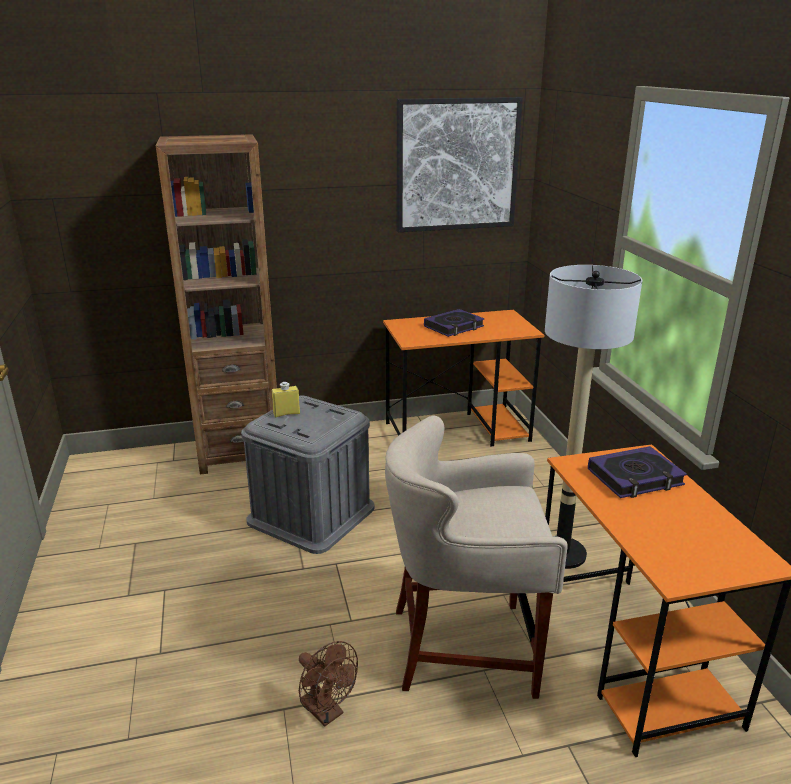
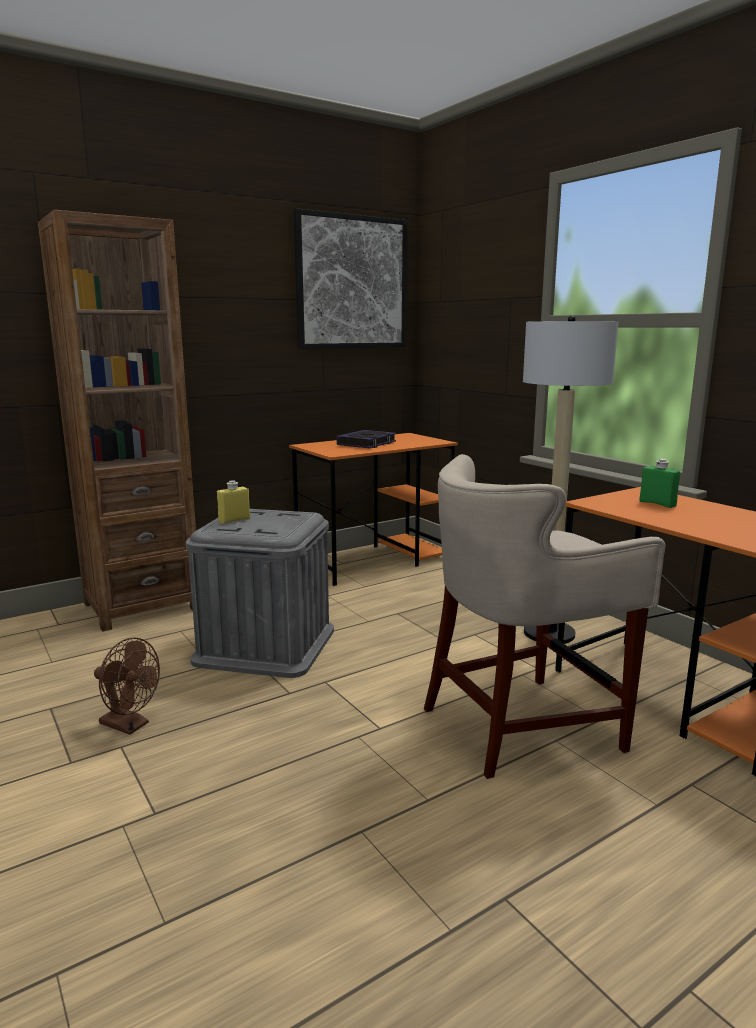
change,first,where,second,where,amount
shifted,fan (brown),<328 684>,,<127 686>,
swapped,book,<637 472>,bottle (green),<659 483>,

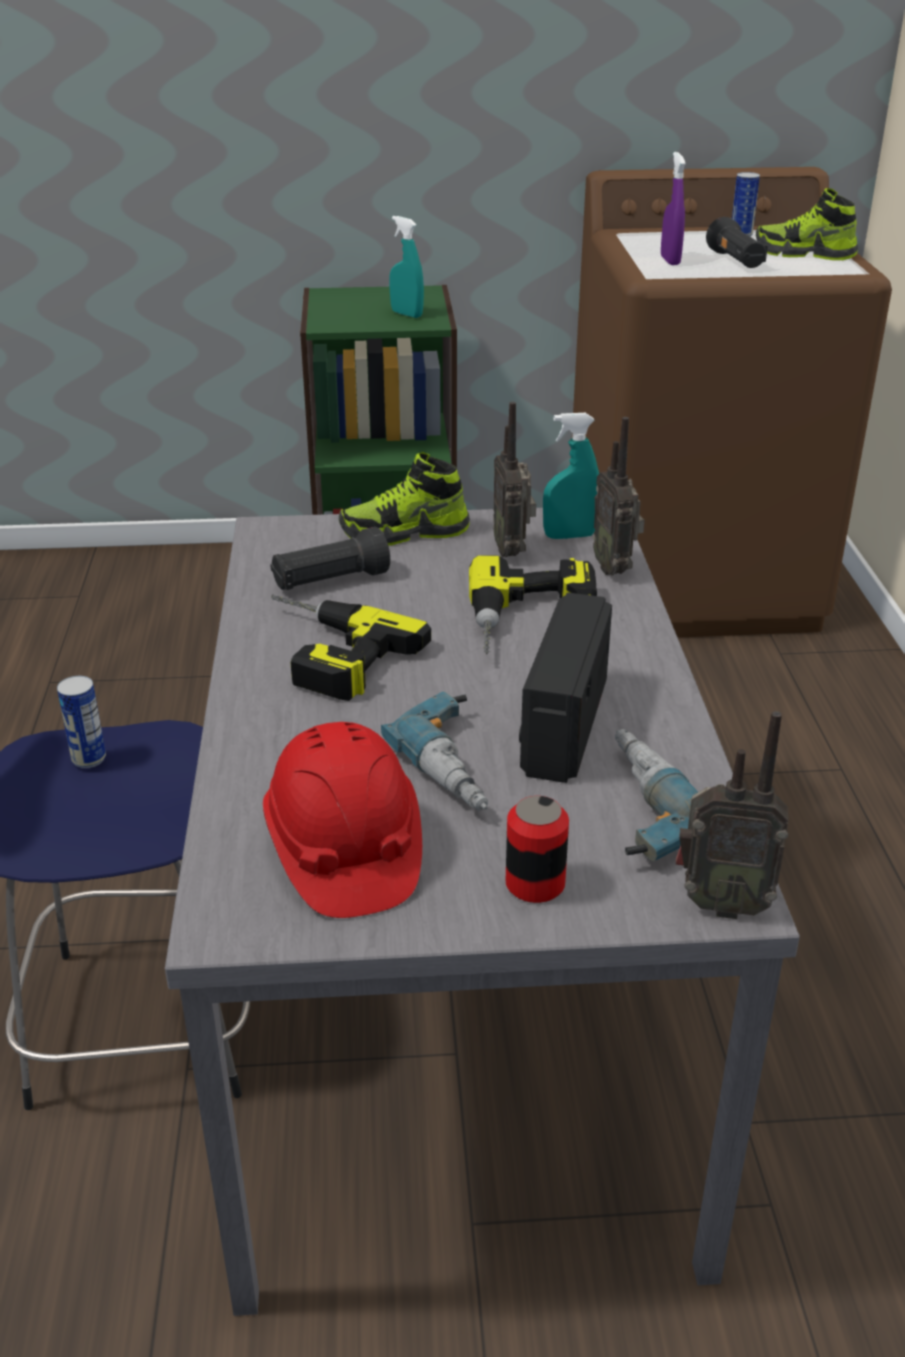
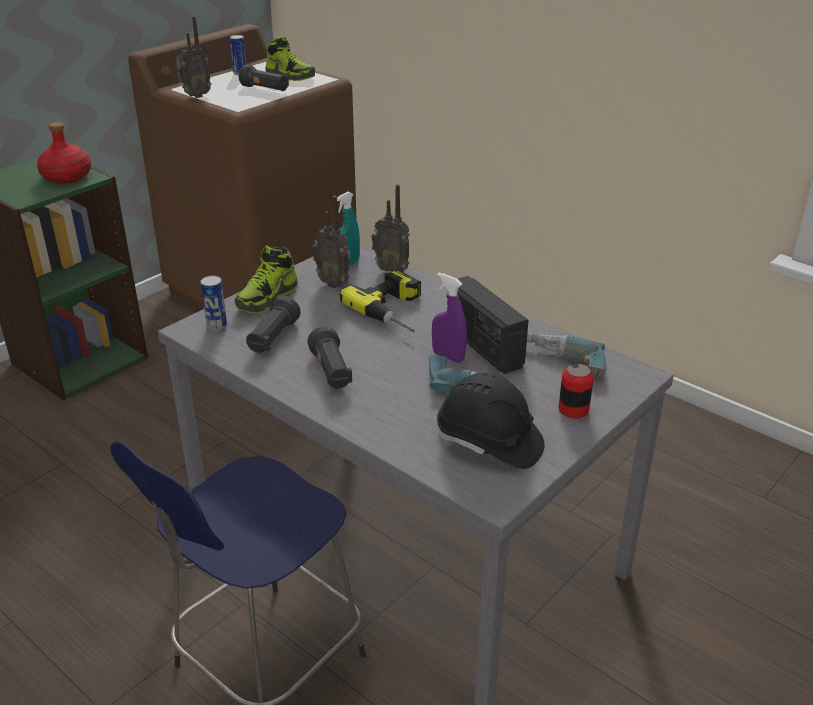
change,first,where,second,where,amount
shifted,can,<81 722>,,<213 304>,
repainted,hard hat (red),<342 820>,hard hat (black),<491 421>,
swapped,power drill,<351 648>,flashlight (black),<330 357>,
swapped,spray bottle (turquoise),<406 267>,bottle (red),<64 153>,
shifted,spray bottle (purple),<673 208>,,<449 318>,
shifted,radio,<732 815>,,<193 57>,
rotated,shoe,<807 224>,,<290 58>,120 degrees counterclockwise

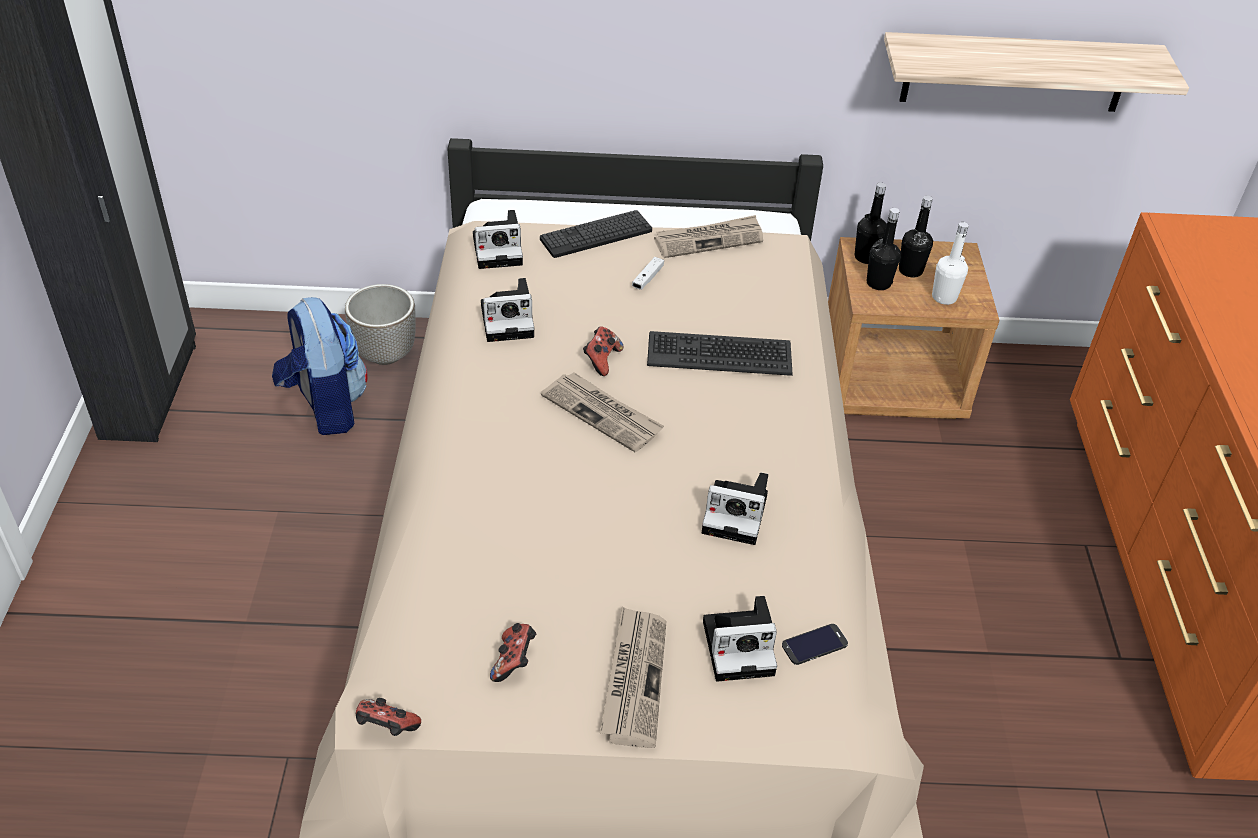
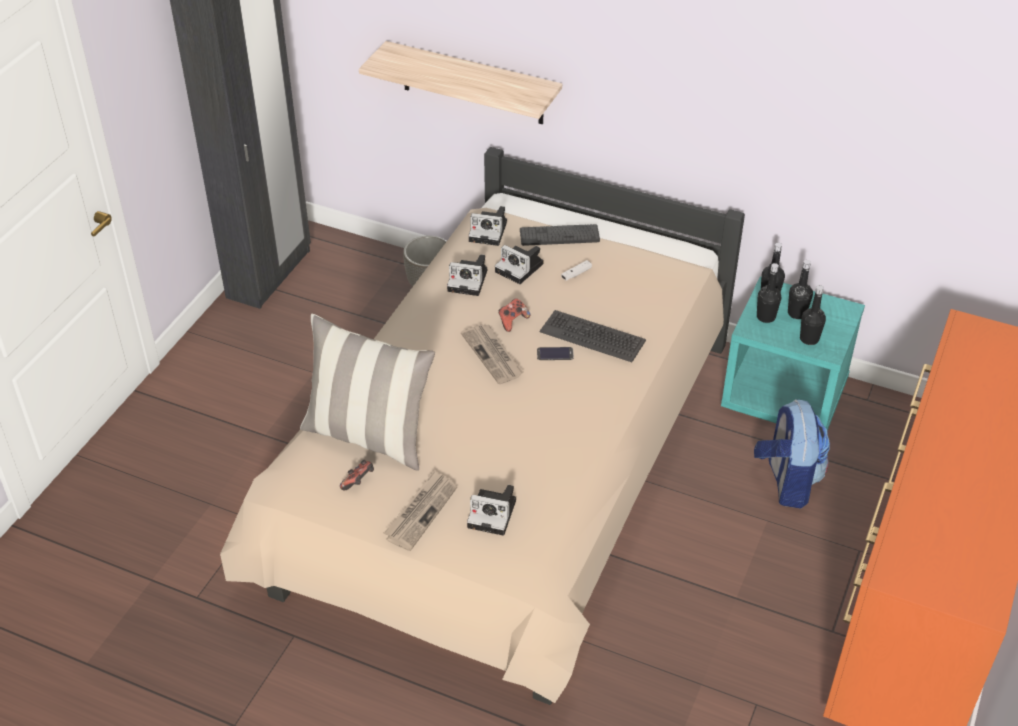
change,first,where,second,where,amount
shifted,backpack,<320 366>,,<792 453>,
gone,game controller,<388 717>,,,
gone,newspaper,<708 236>,,,
shifted,photo camera,<735 508>,,<519 264>,
shifted,phone,<815 644>,,<555 353>,
repainted,nightstand (brown),<913 328>,nightstand (turquoise),<793 353>,
shifted,shelf,<1036 72>,,<460 82>,
repainted,bottle (white),<950 263>,bottle (black),<813 315>,
new,,,pillow,<367 392>,

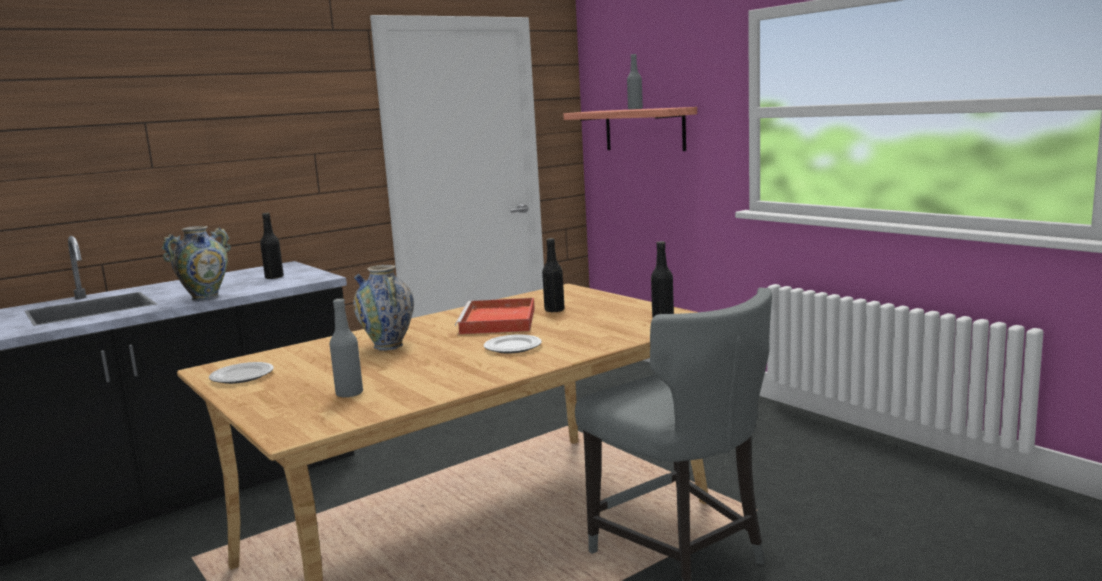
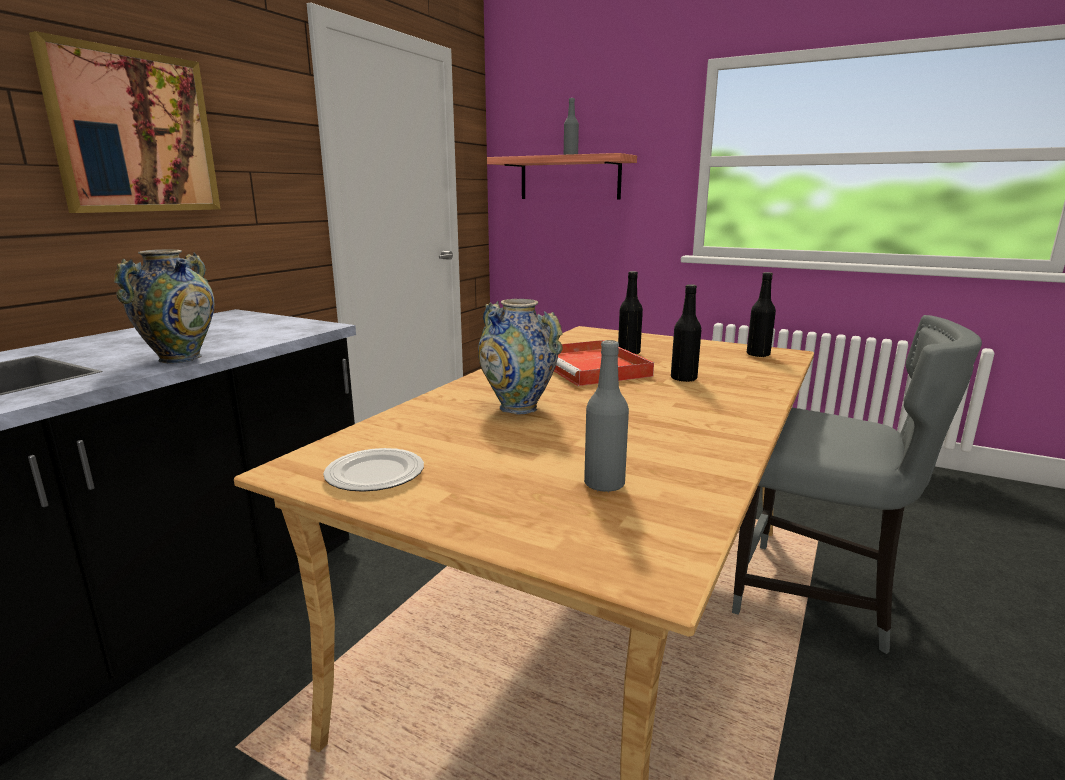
change,first,where,second,where,amount
shifted,bottle (black),<272 246>,,<686 333>,
gone,plate,<513 343>,,,
new,,,picture,<125 122>,

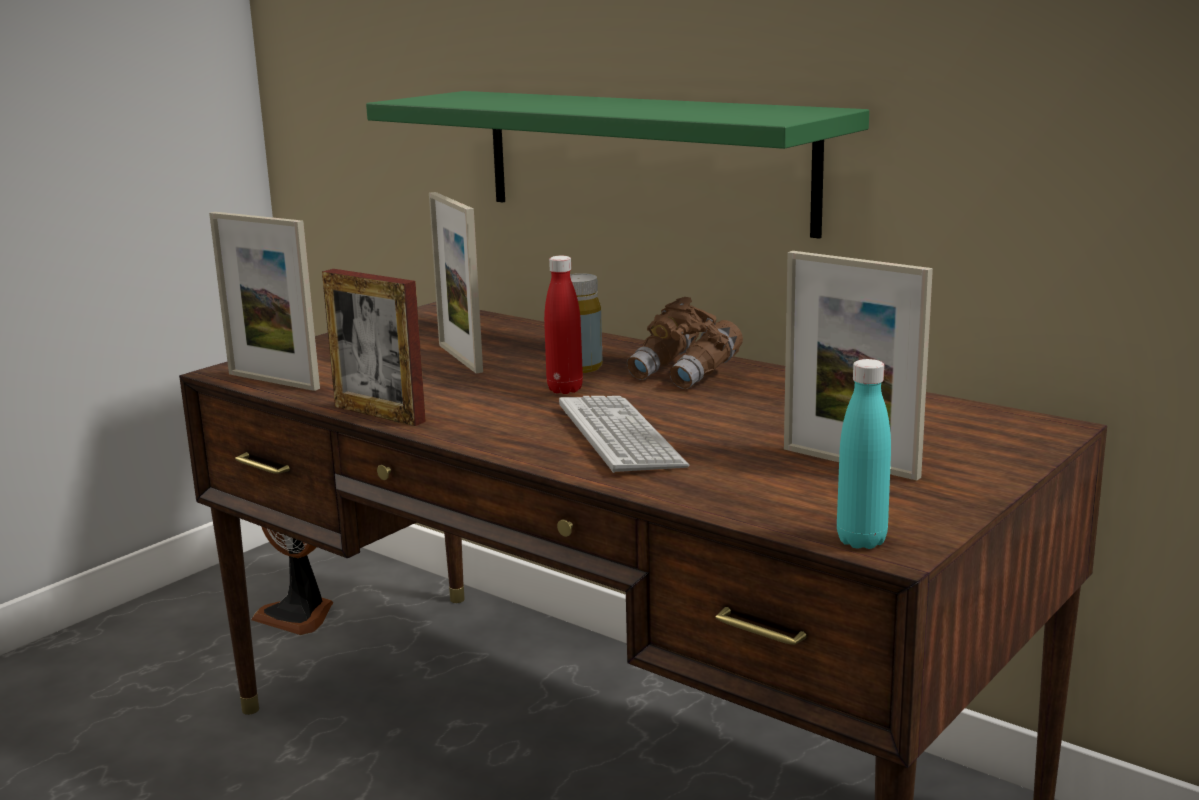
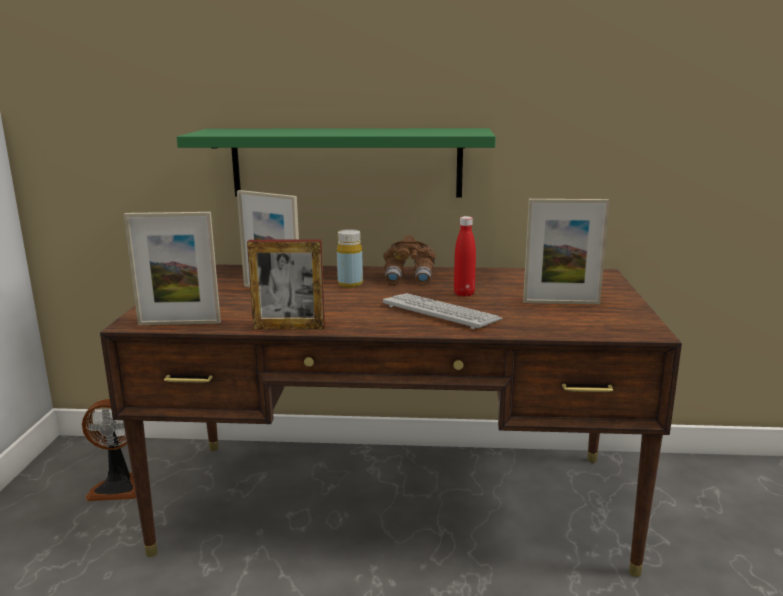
change,first,where,second,where,amount
shifted,bottle (red),<563 325>,,<465 256>,
gone,bottle (turquoise),<864 454>,,,

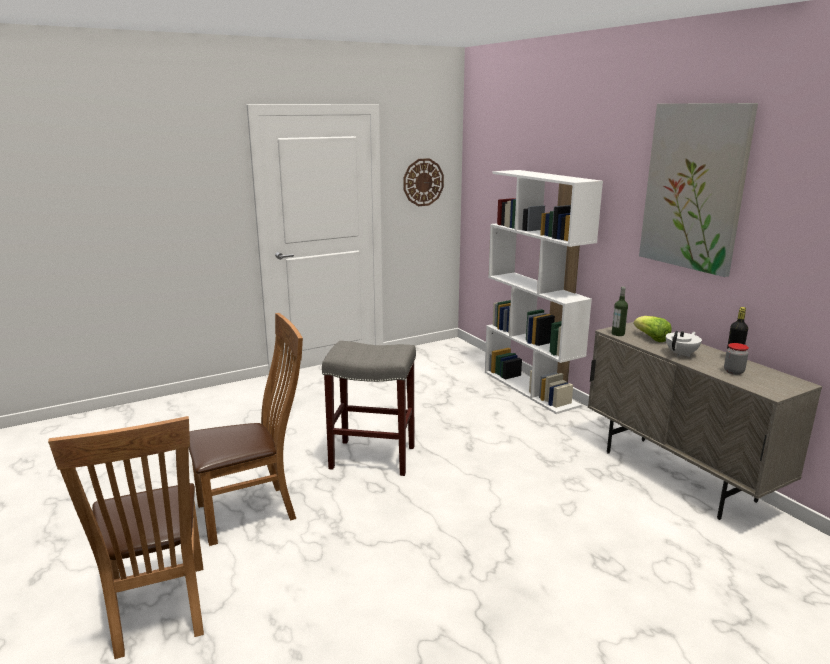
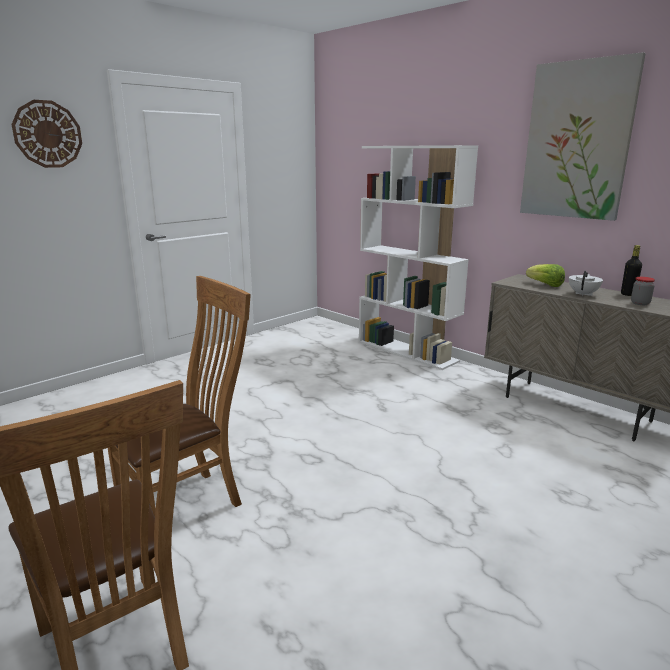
change,first,where,second,where,amount
gone,stool (grey),<369 408>,,,
shifted,wall clock,<423 182>,,<46 134>,
gone,bottle,<620 311>,,,

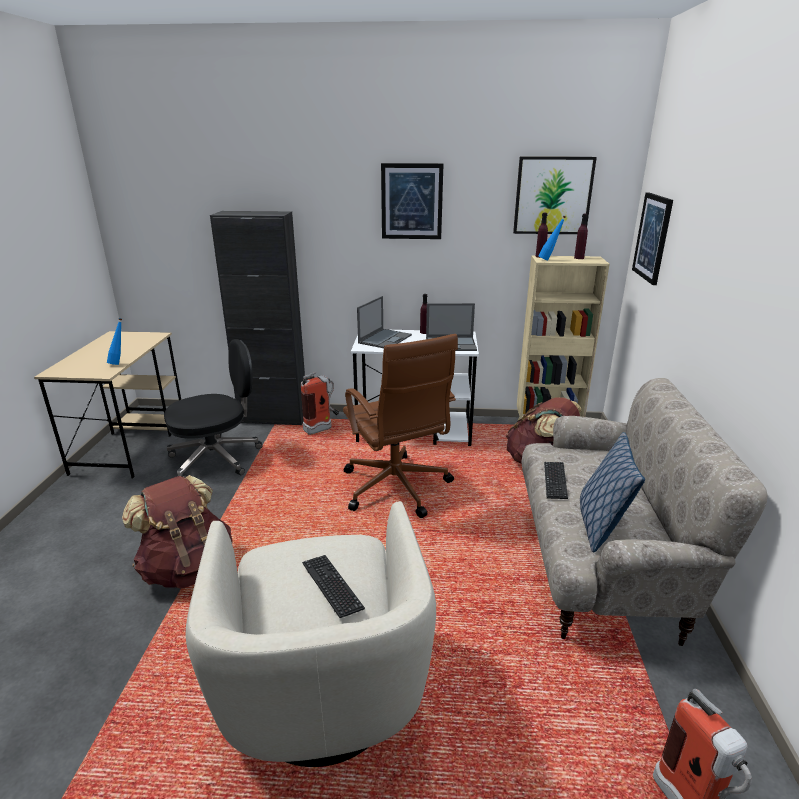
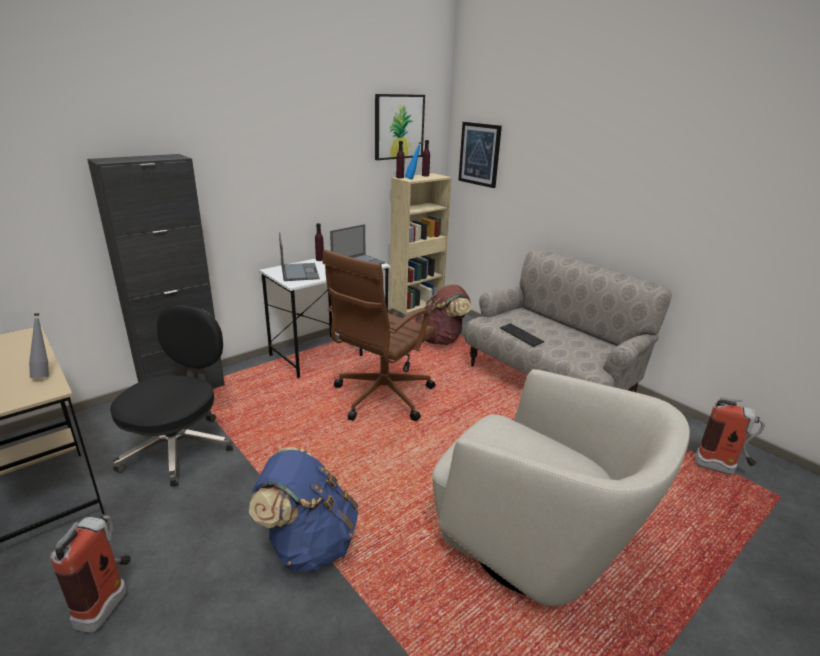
change,first,where,second,where,amount
repainted,bottle (blue),<114 341>,bottle (grey),<39 345>,
repainted,backpack (brown),<177 532>,backpack (blue),<303 509>,
shifted,fire extinguisher,<320 403>,,<90 574>,
gone,keyboard,<333 586>,,,
rotated,office chair (brown),<400 426>,,<379 335>,105 degrees clockwise
gone,picture,<412 201>,,,
gone,pillow,<612 492>,,,

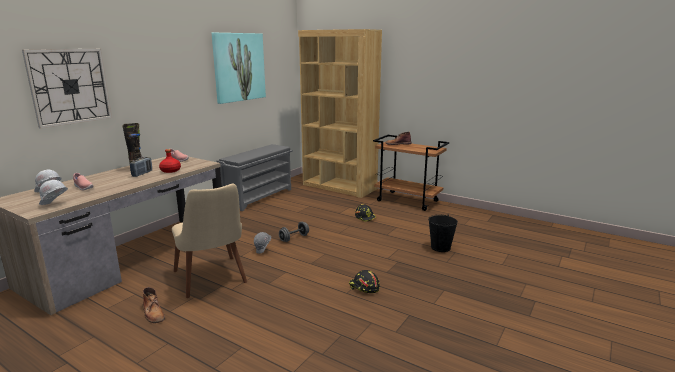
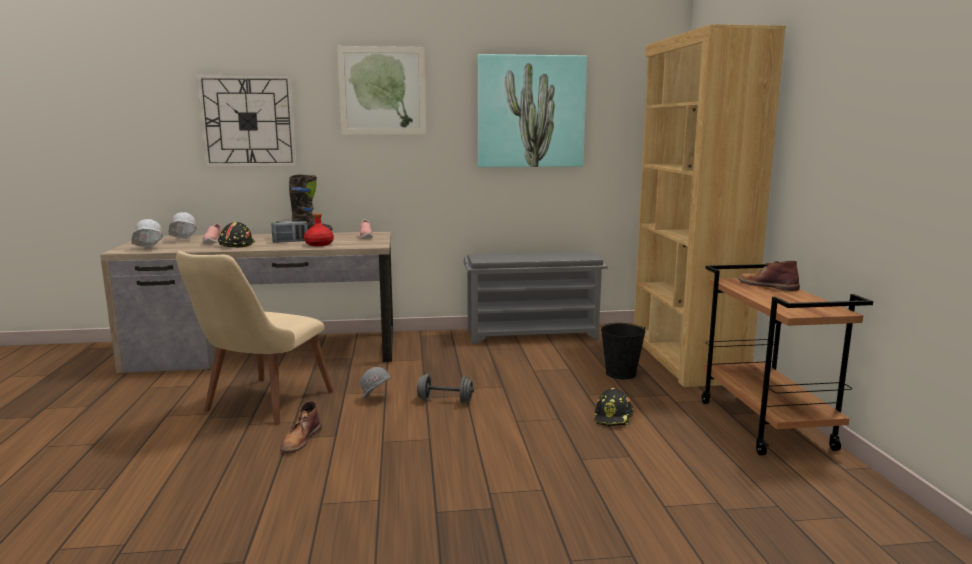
change,first,where,second,where,amount
shifted,boot (brown),<154 305>,,<301 427>,
shifted,hard hat (black),<364 281>,,<236 235>,
shifted,bucket (black),<443 233>,,<623 351>,
new,,,picture,<381 90>,

